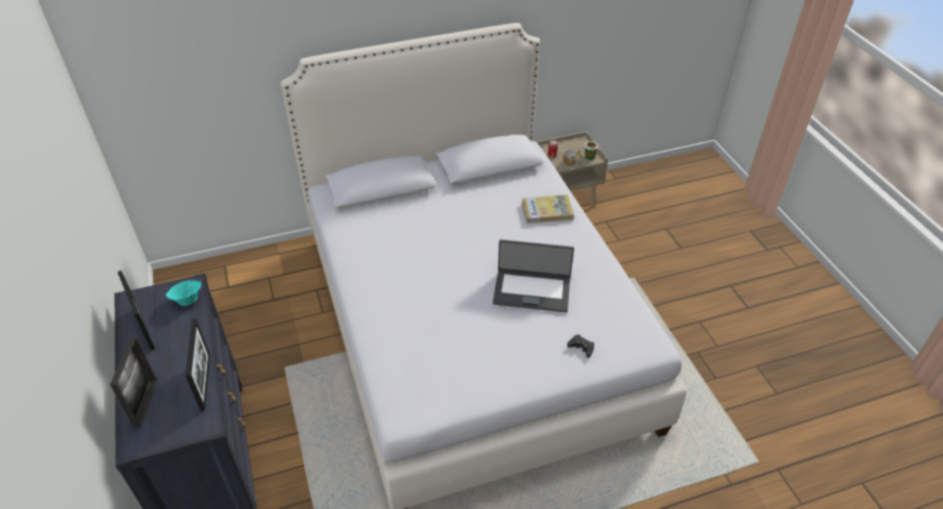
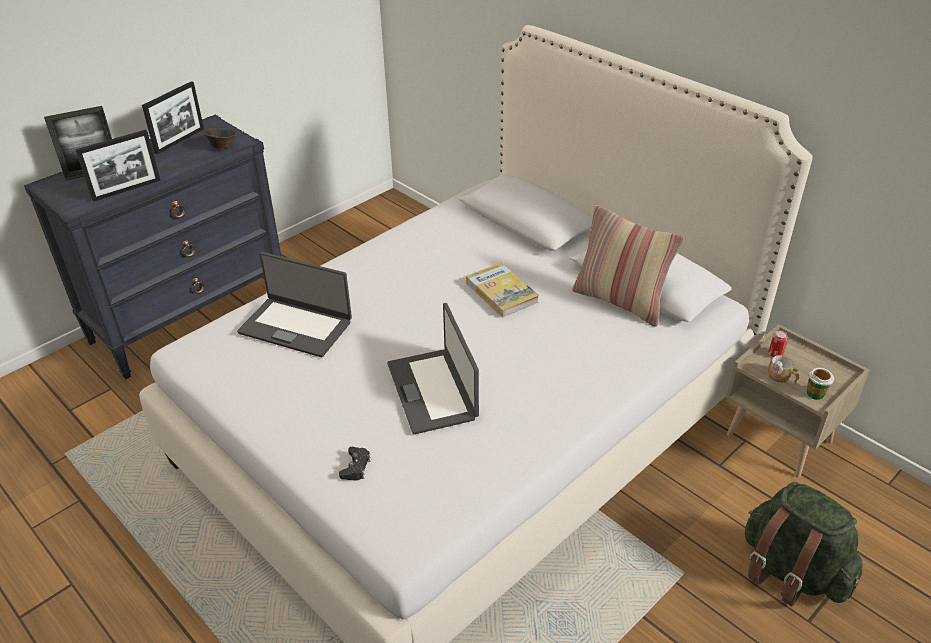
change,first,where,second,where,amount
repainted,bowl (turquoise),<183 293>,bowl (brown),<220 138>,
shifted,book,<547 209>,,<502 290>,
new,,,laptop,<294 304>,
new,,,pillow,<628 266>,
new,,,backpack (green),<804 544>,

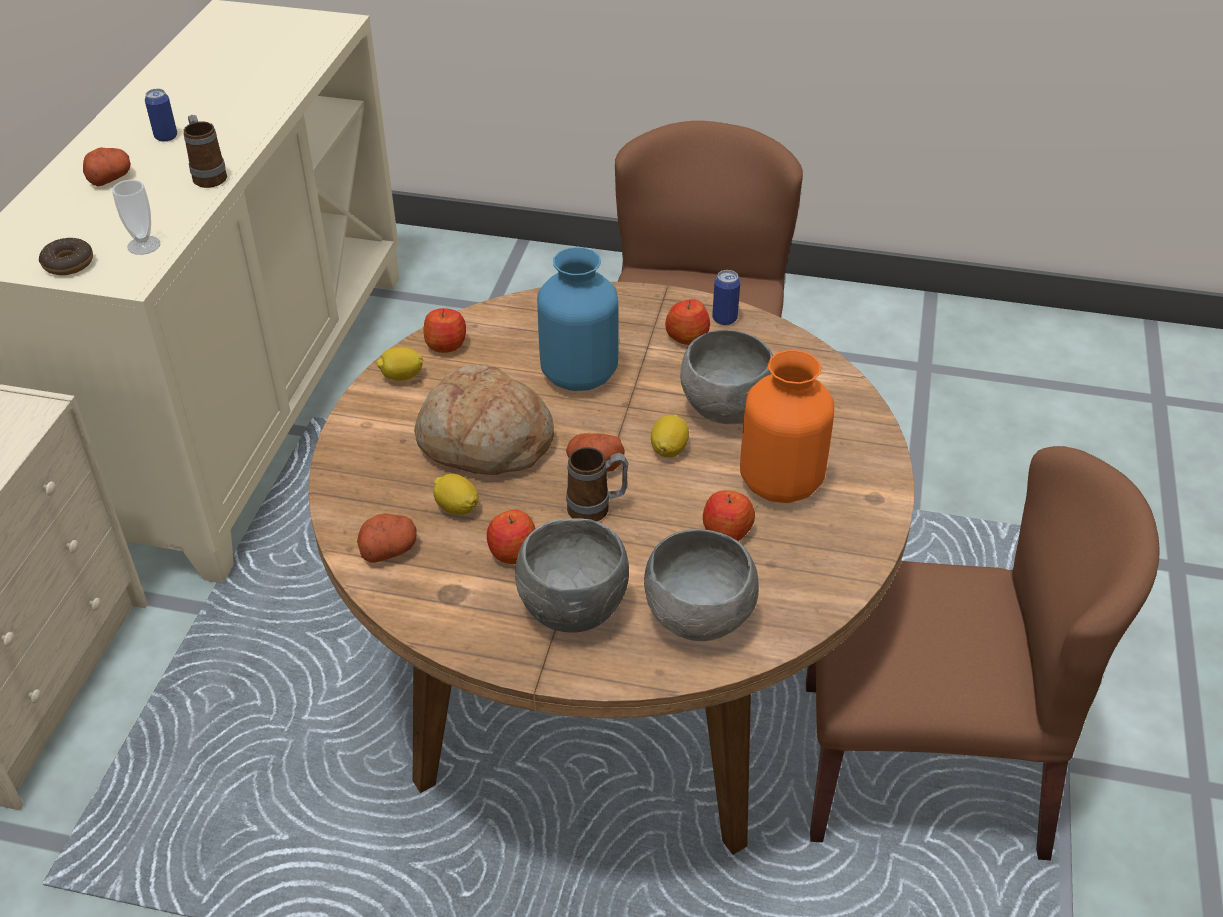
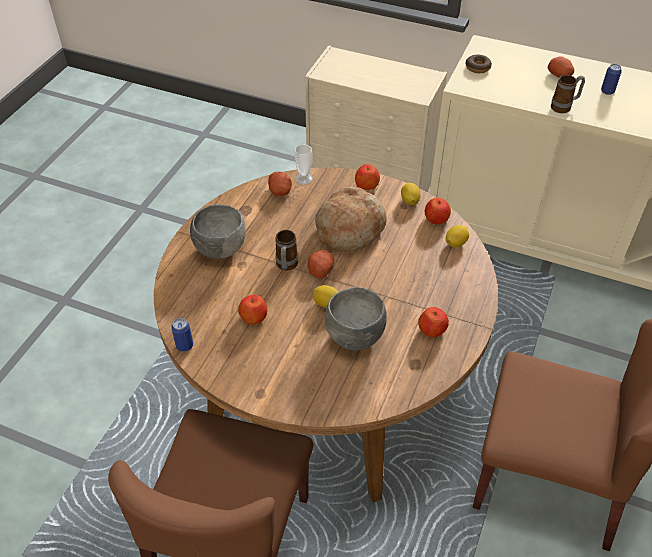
change,first,where,second,where,amount
shifted,cup,<136 217>,,<304 164>,
shifted,lemon,<456 494>,,<457 236>,
shifted,apple,<511 537>,,<367 177>,
gone,vase (blue),<578 319>,,,
gone,bowl (grey),<701 585>,,,
shifted,can,<726 297>,,<182 335>,
gone,vase (orange),<787 426>,,,

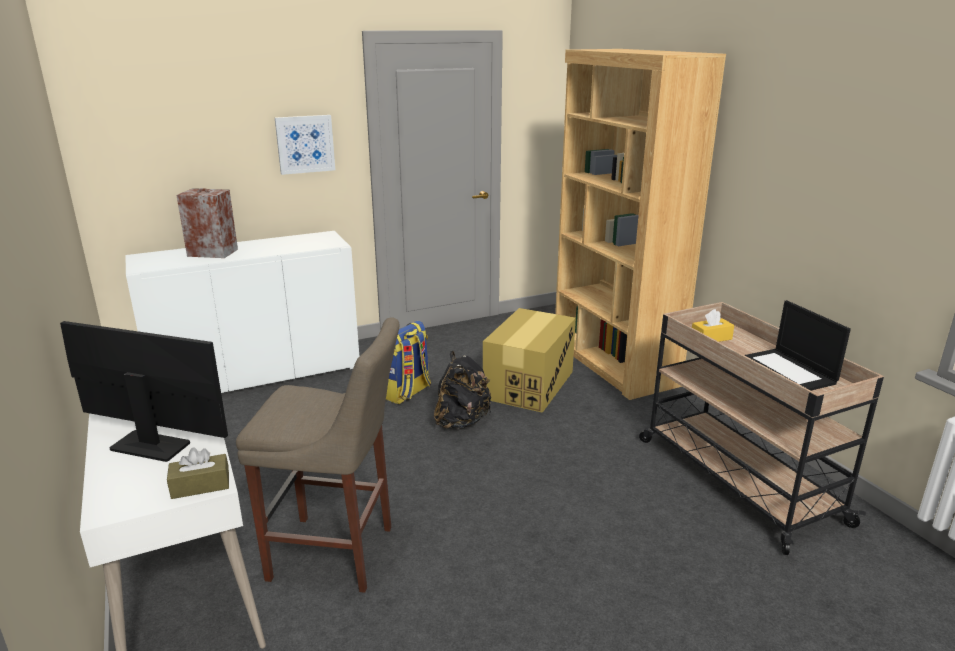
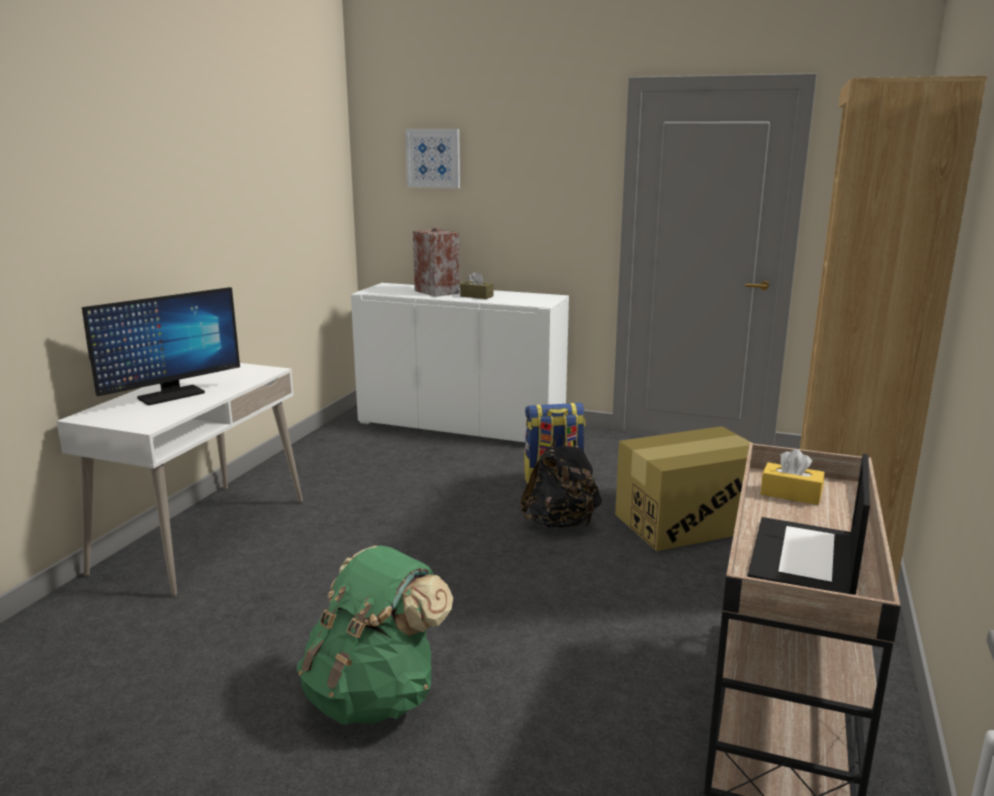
change,first,where,second,where,amount
rotated,monitor,<144 391>,,<161 346>,75 degrees clockwise
shifted,tissue box (brown),<198 473>,,<477 285>,
gone,stool (beige),<317 455>,,,
shifted,picture,<305 145>,,<432 158>,
new,,,backpack (green),<374 634>,

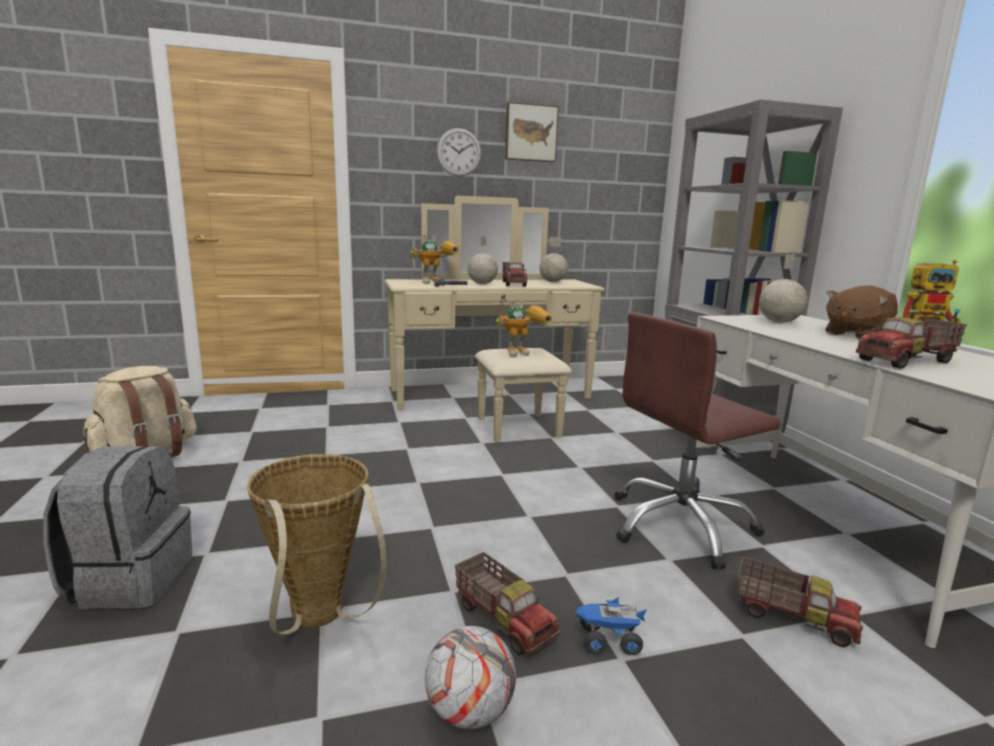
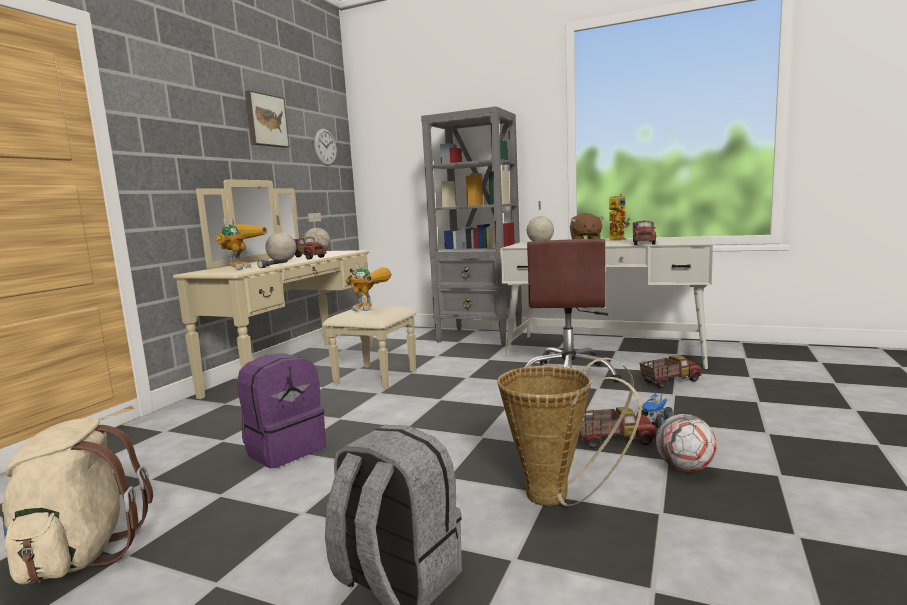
change,first,where,second,where,amount
shifted,wall clock,<458 152>,,<325 147>,
rotated,toy robot,<524 328>,,<368 286>,90 degrees clockwise
new,,,backpack (purple),<281 410>,

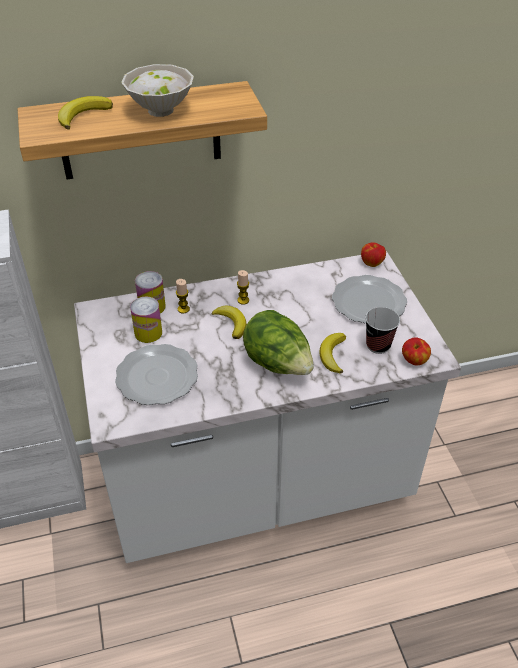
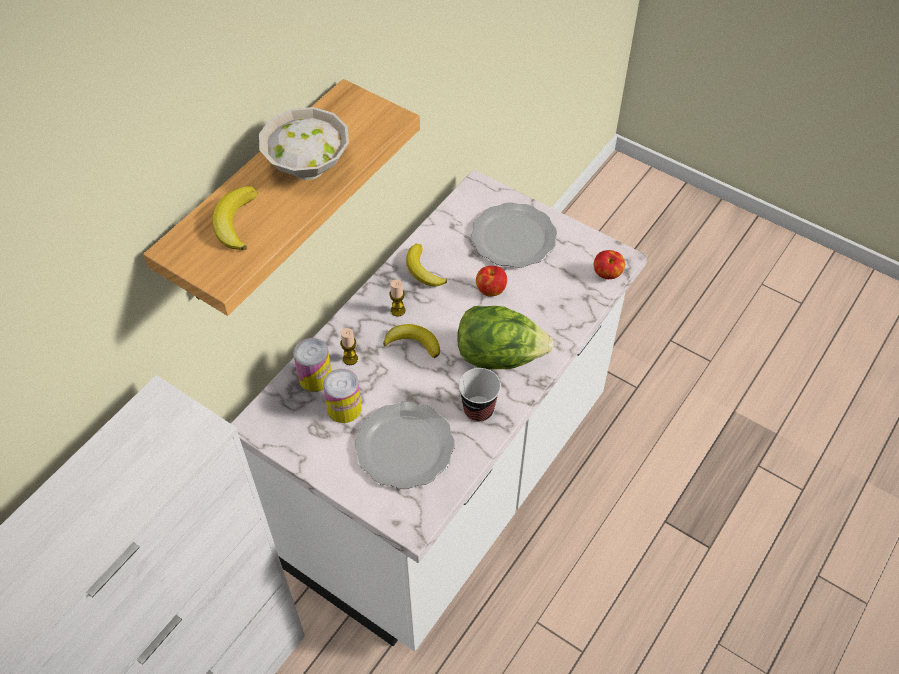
change,first,where,second,where,amount
shifted,banana,<333 353>,,<426 265>,
shifted,apple,<373 254>,,<491 281>,
shifted,cup,<382 330>,,<480 395>,

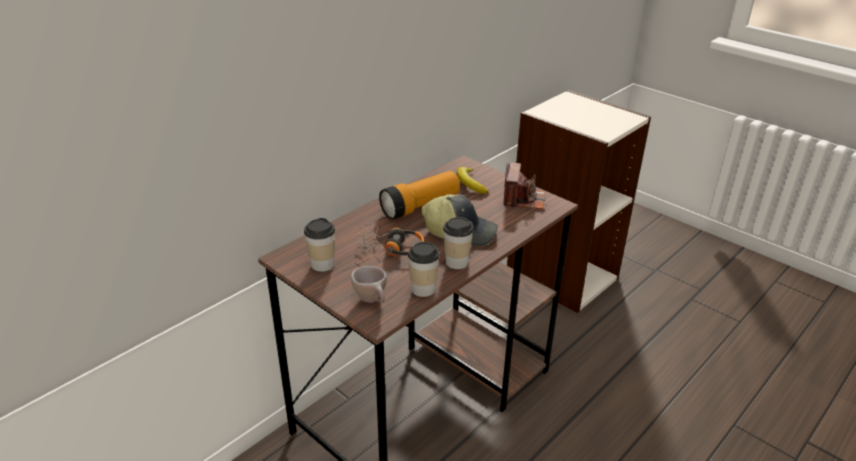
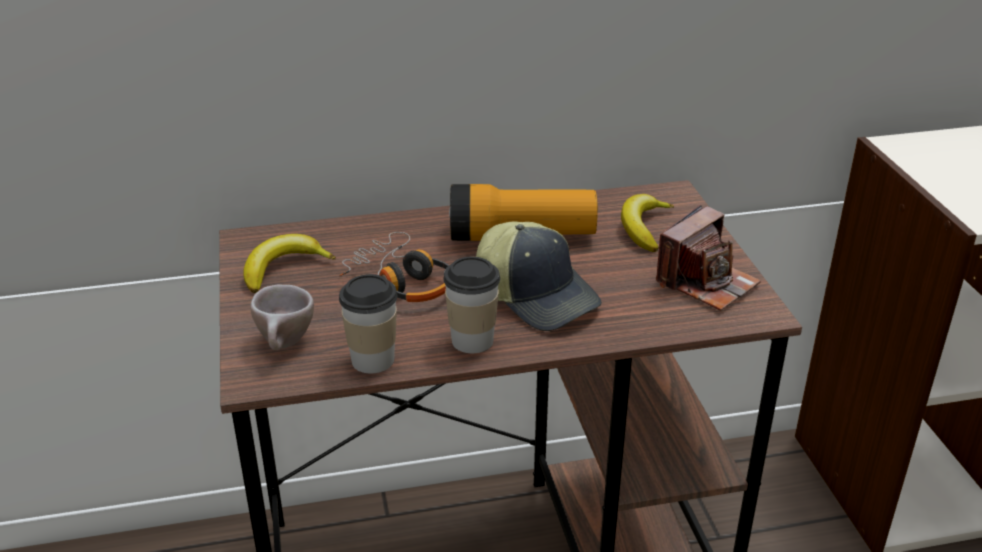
change,first,where,second,where,amount
swapped,cup,<319 245>,banana,<289 263>,

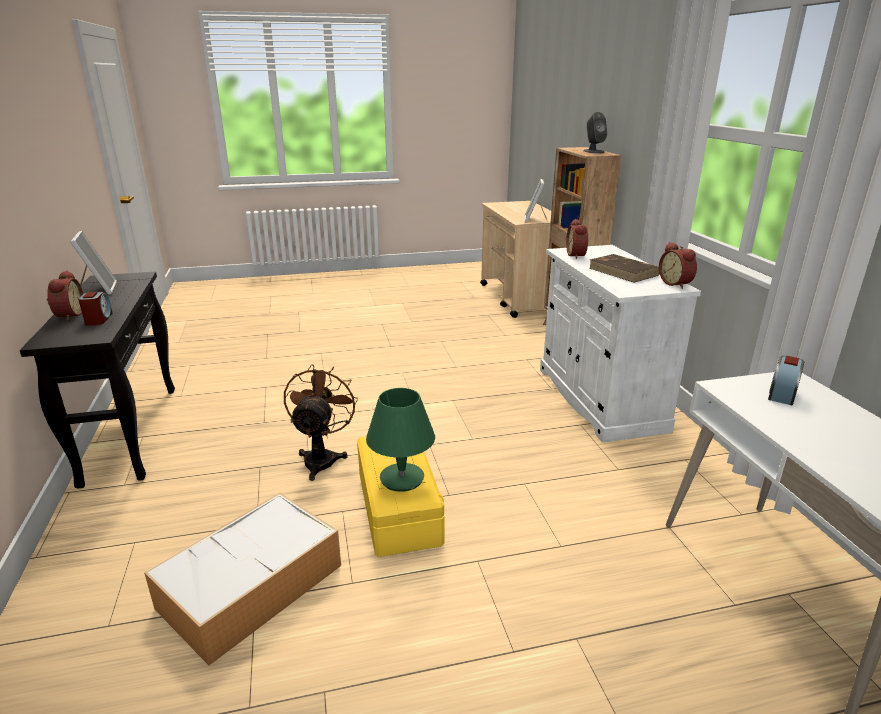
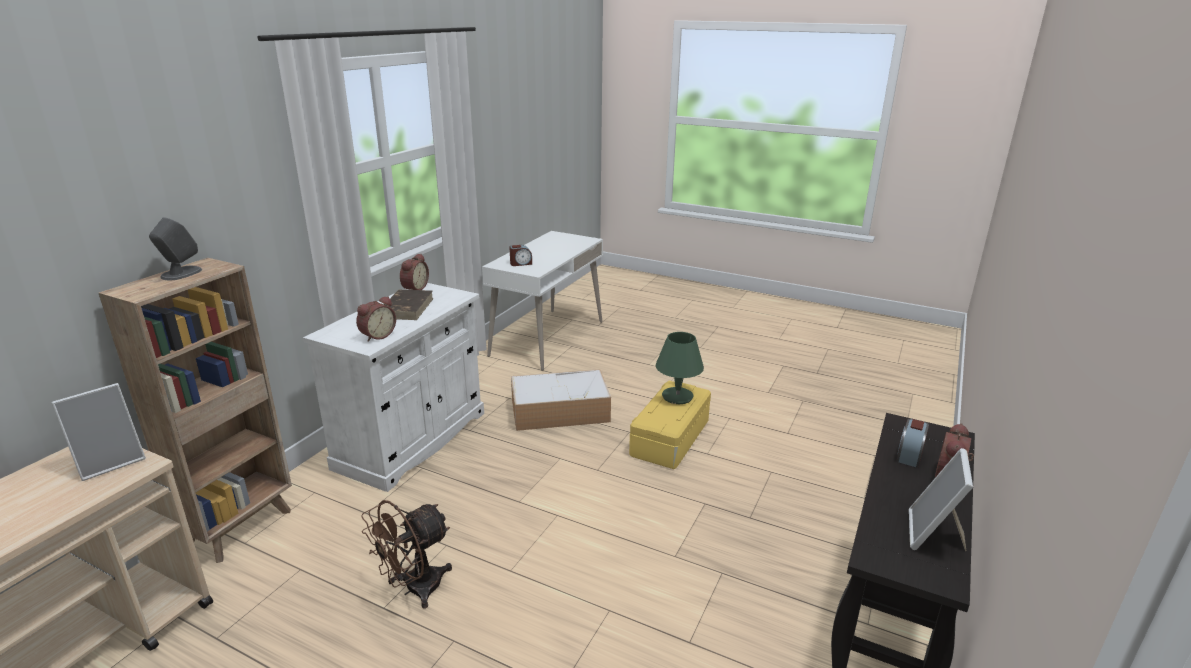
change,first,where,second,where,amount
shifted,storage box,<242 579>,,<561 400>,
shifted,fan (brown),<321 422>,,<406 554>,

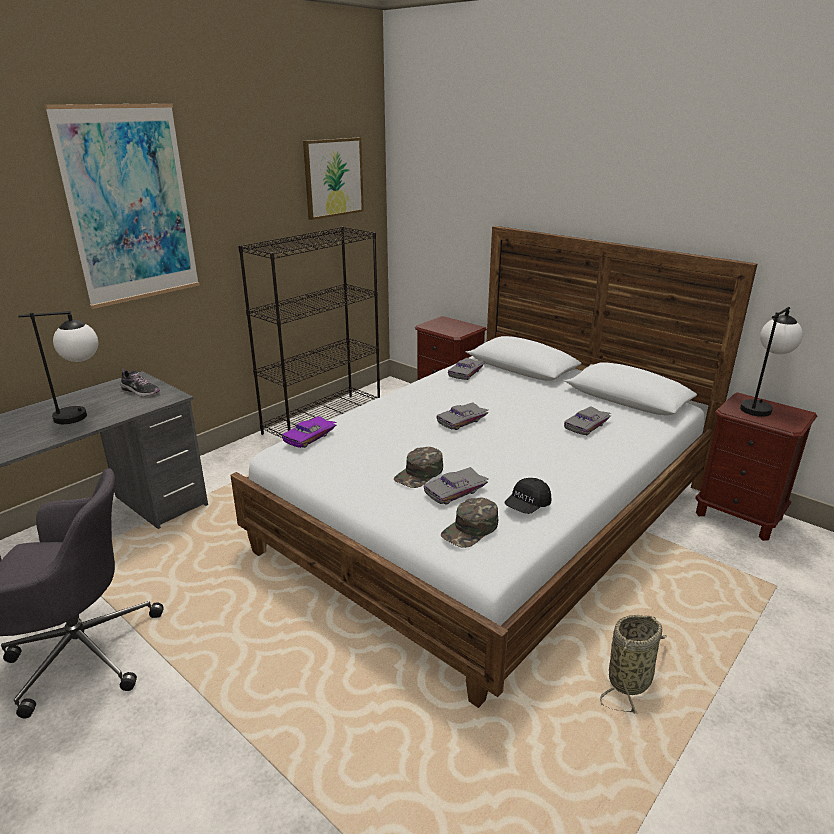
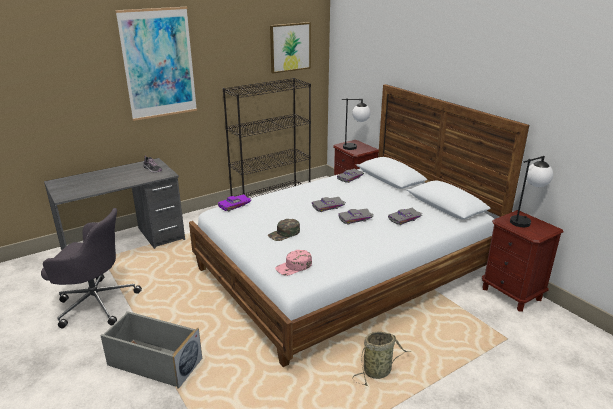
change,first,where,second,where,amount
shifted,table lamp,<58 367>,,<356 124>,
shifted,toy car (grey),<456 486>,,<356 216>,
repainted,cap (green),<469 522>,cap (pink),<293 263>,
gone,cap (black),<527 496>,,,
new,,,storage box (grey),<151 350>,

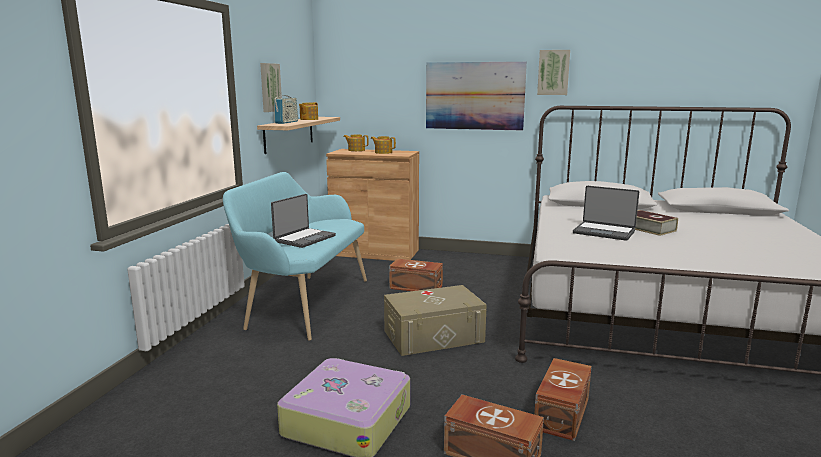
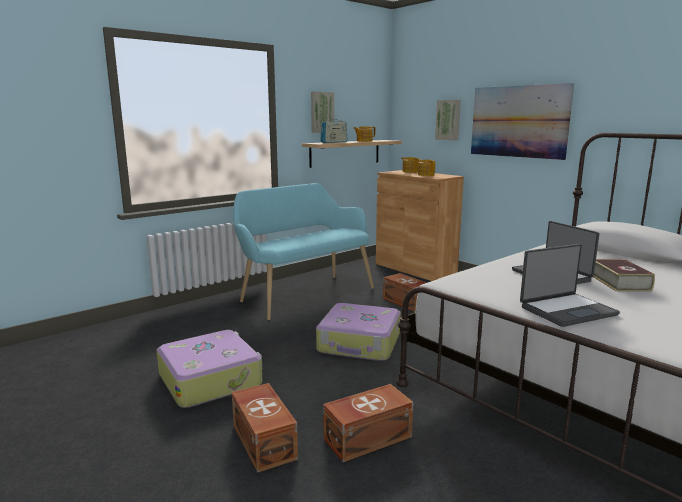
change,first,where,second,where,amount
shifted,laptop,<303 221>,,<570 285>,
swapped,storage box (beige),<435 320>,suitcase,<358 332>,
shifted,picture,<553 72>,,<448 120>,

